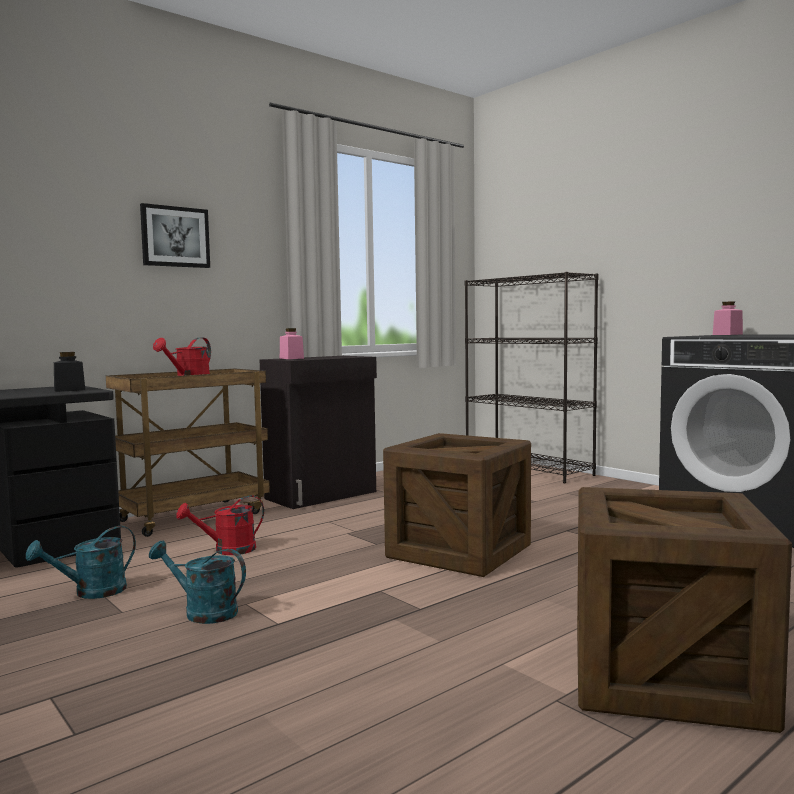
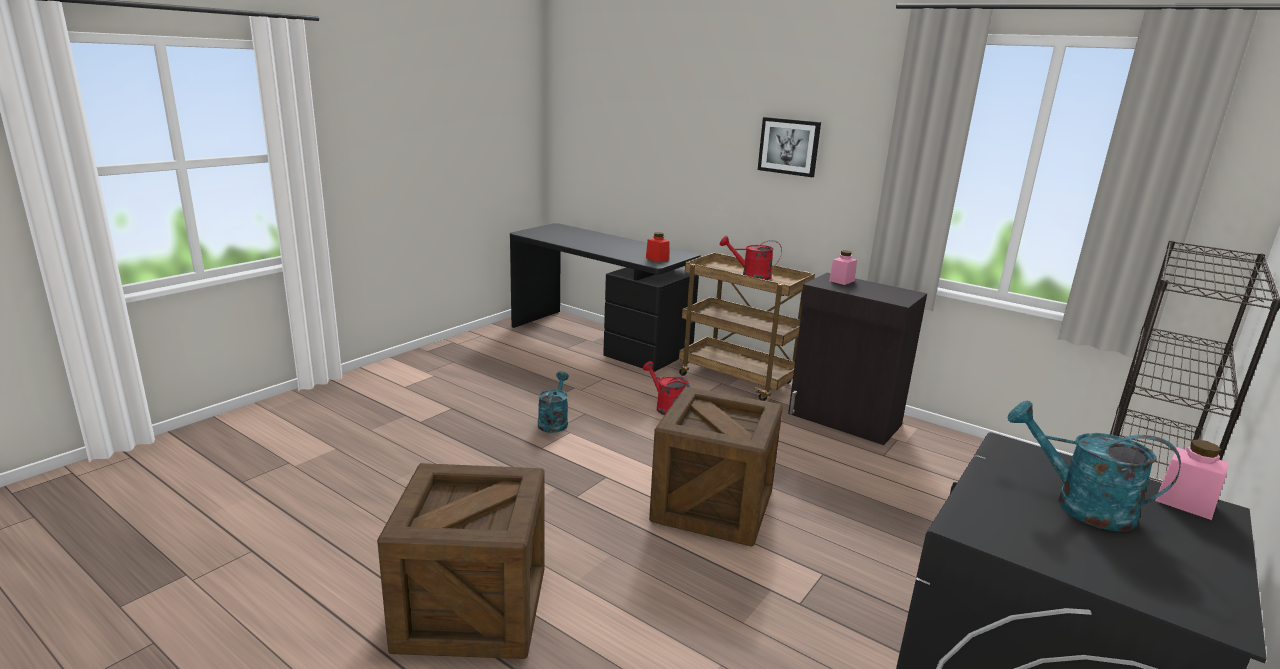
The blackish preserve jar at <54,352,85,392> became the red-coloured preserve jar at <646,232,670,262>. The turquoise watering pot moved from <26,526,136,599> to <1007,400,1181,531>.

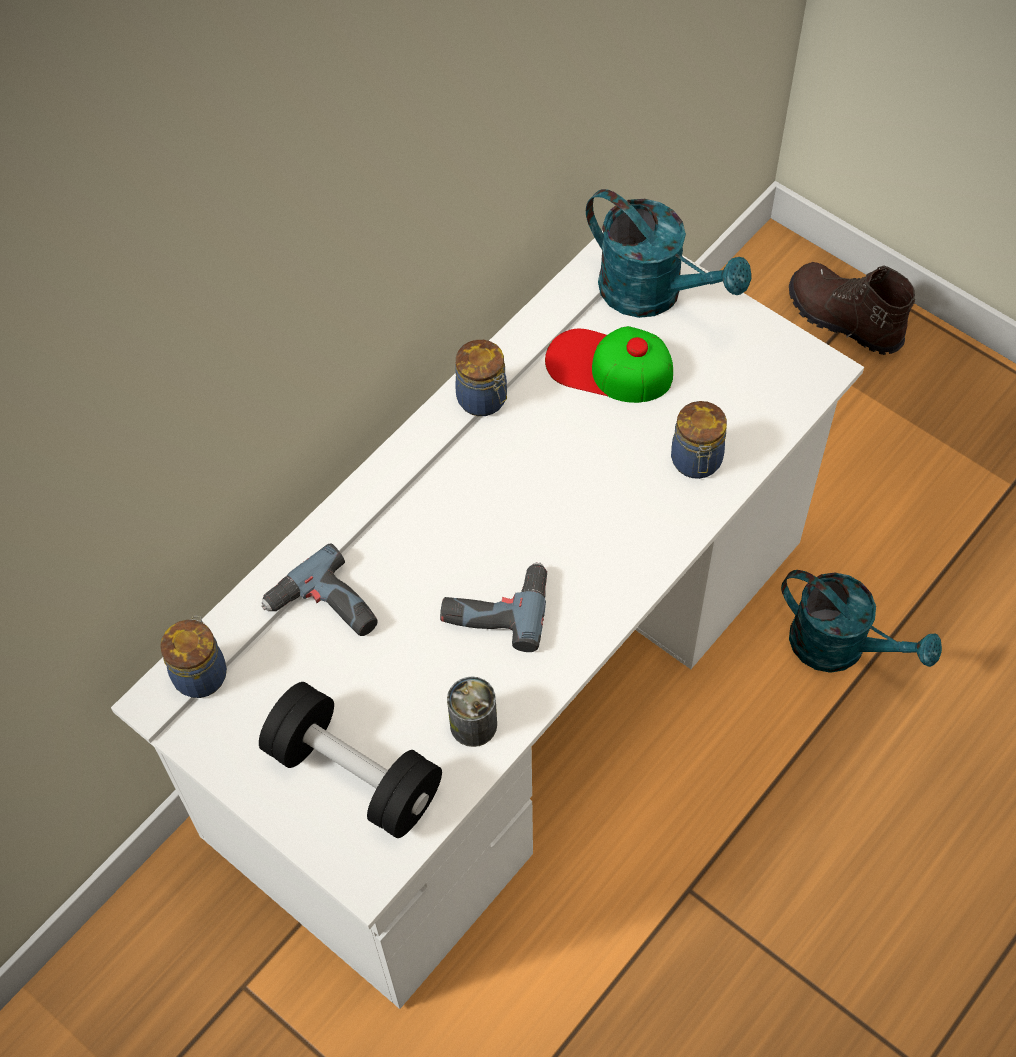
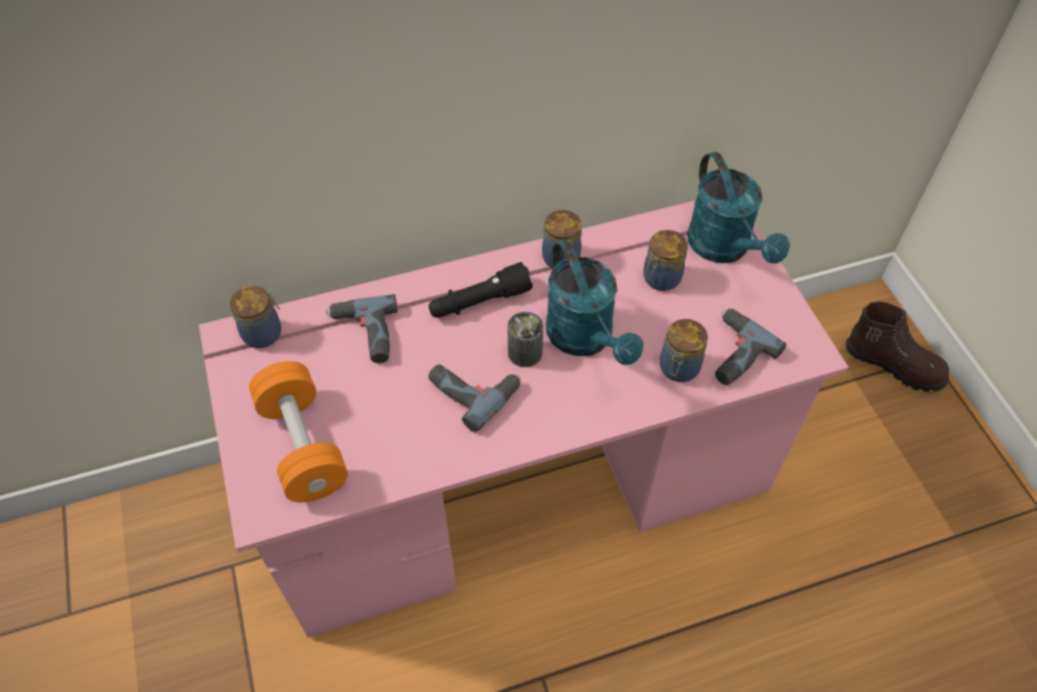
The white desk at <111,230,864,1009> became the pink-coloured desk at <199,200,849,638>. The brownish boot at <789,262,915,355> turned 135 degrees clockwise. The peaked cap at <545,326,673,403> was replaced by the preserve jar at <643,230,688,291>. The turquoise watering pot moved from <781,570,942,673> to <546,240,643,365>. The can moved from <447,676,497,747> to <507,312,543,367>. The blackish free weight at <259,682,442,838> became the orange free weight at <249,361,348,502>. The blackish torch at <429,262,533,318> appeared. The drill at <715,309,787,385> appeared.

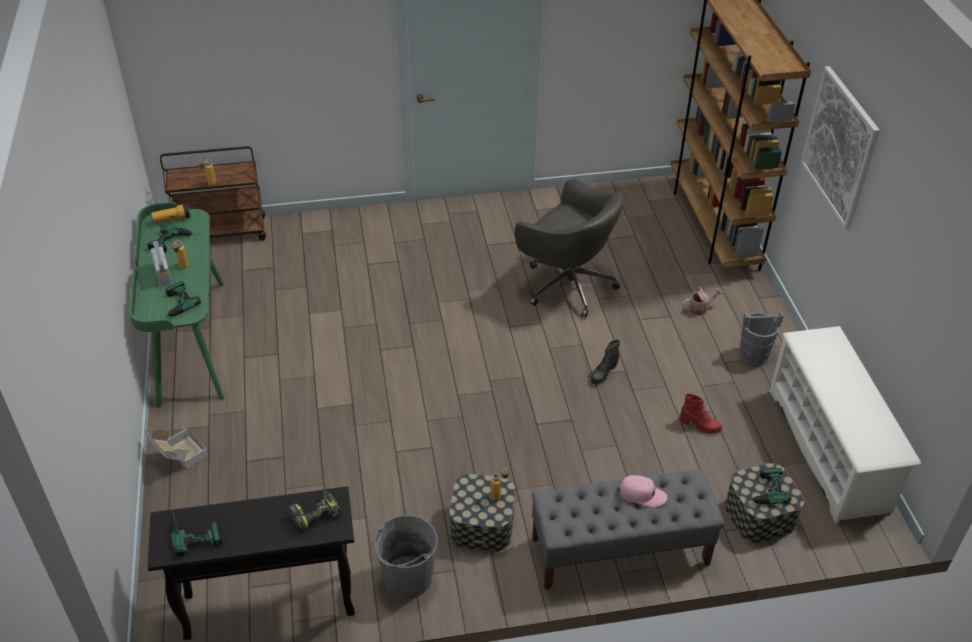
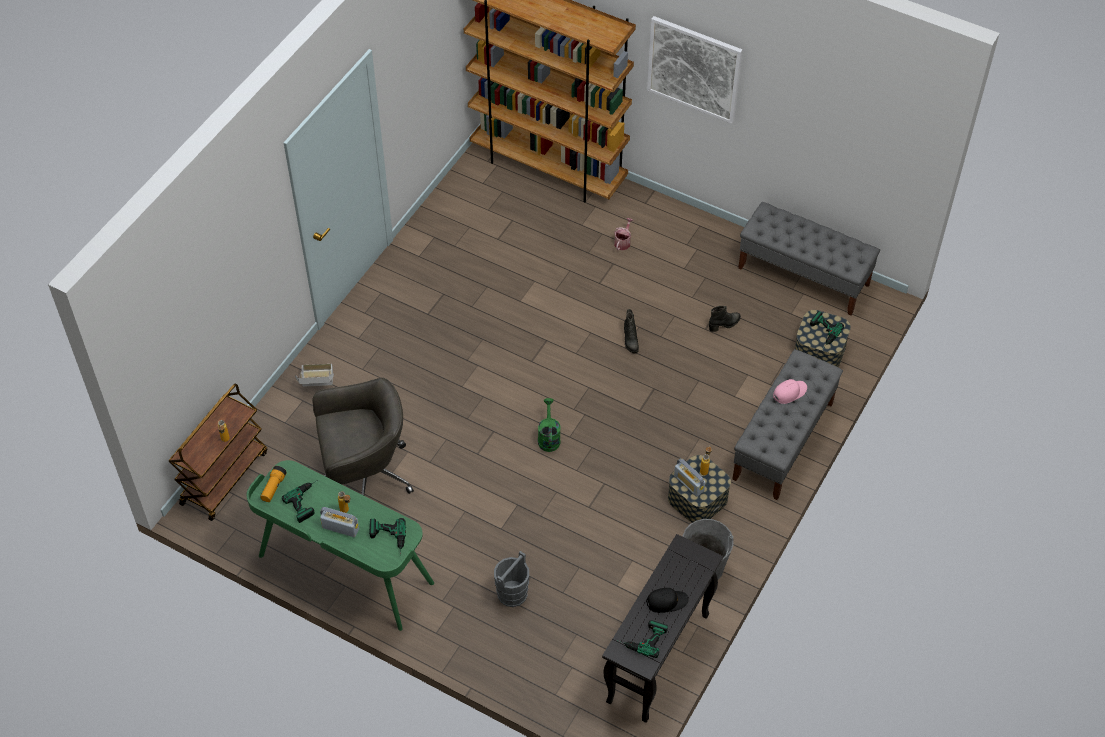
The greyish office chair moved from <515,179,624,317> to <312,377,414,496>. The greyish bucket moved from <739,311,784,366> to <494,551,529,607>. The white shoe stand at <769,326,921,524> was replaced by the greyish long seat at <738,202,880,316>. The red-coloured boot at <680,394,722,433> became the blackish boot at <709,306,741,332>. The cardboard box moved from <145,427,208,469> to <295,364,334,387>. The drill at <288,491,341,532> disappeared. The greenish watering pot at <538,398,561,452> appeared. The radio set at <674,458,705,497> appeared. The blackish peaked cap at <646,588,688,613> appeared.

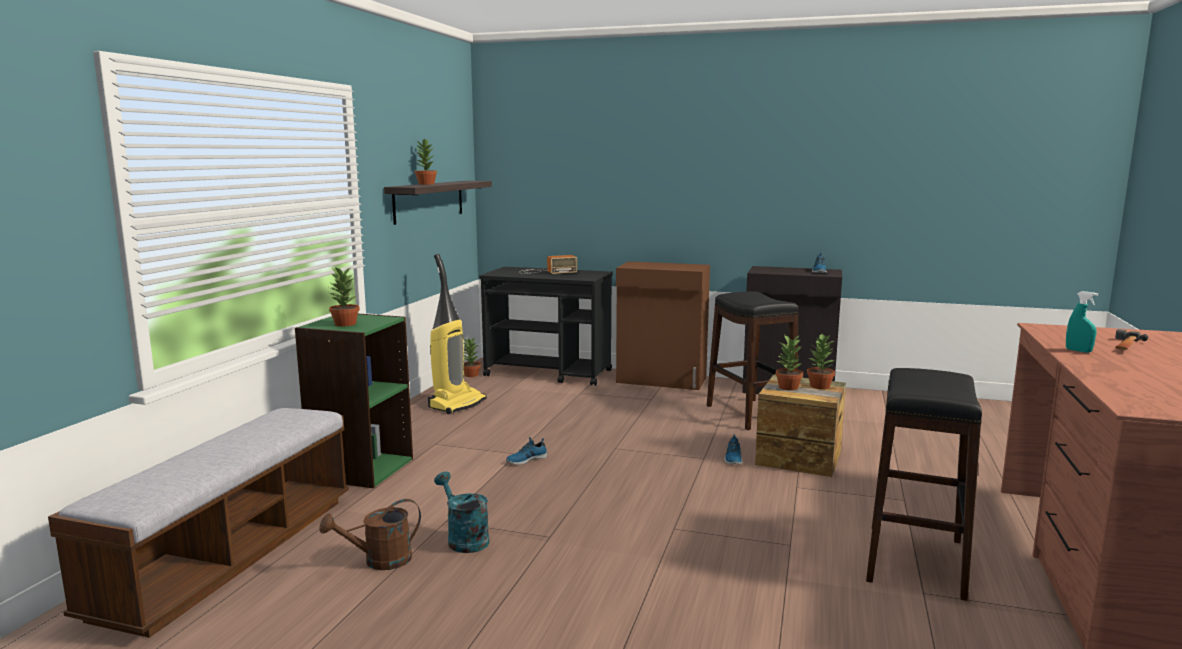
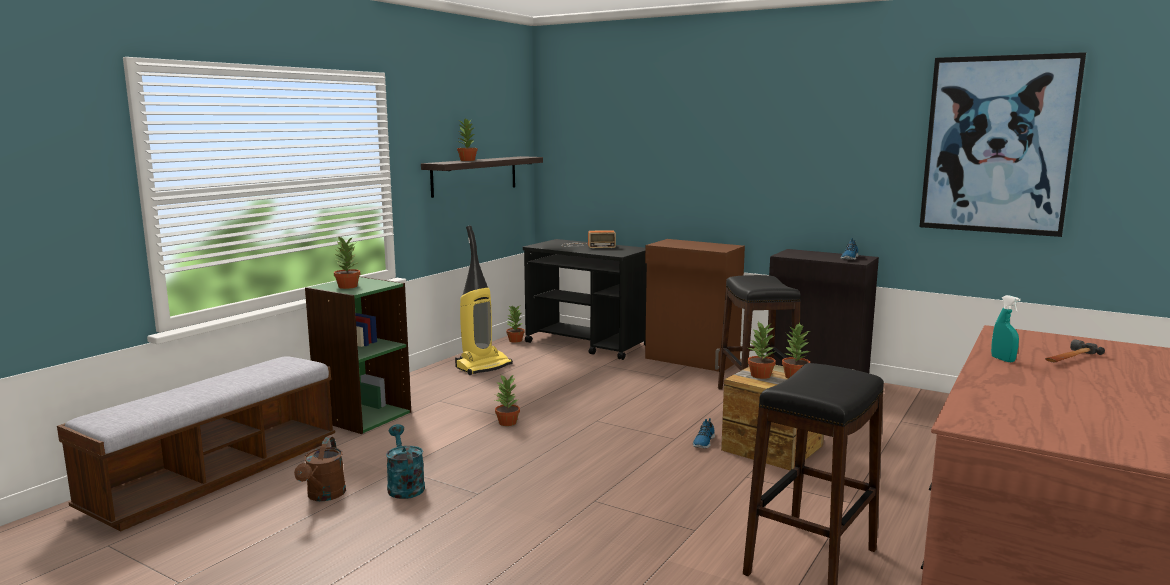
The item of footwear at <506,437,548,465> was replaced by the potted plant at <495,375,520,426>. The brownish watering pot at <319,499,421,570> turned 75 degrees counterclockwise. The wall picture at <920,52,1086,237> appeared.

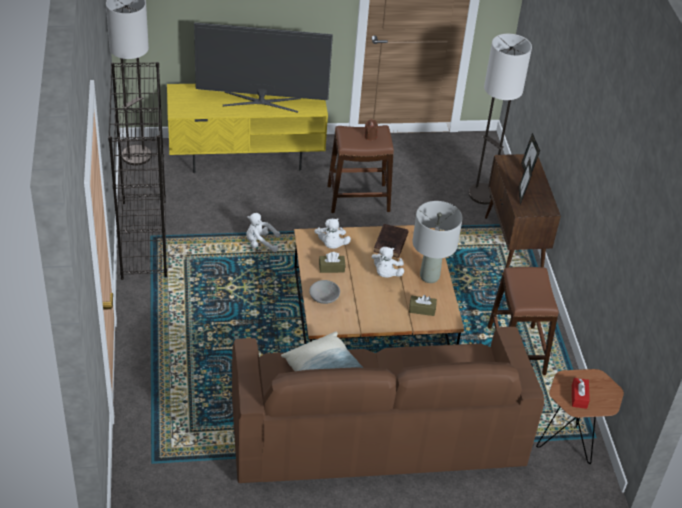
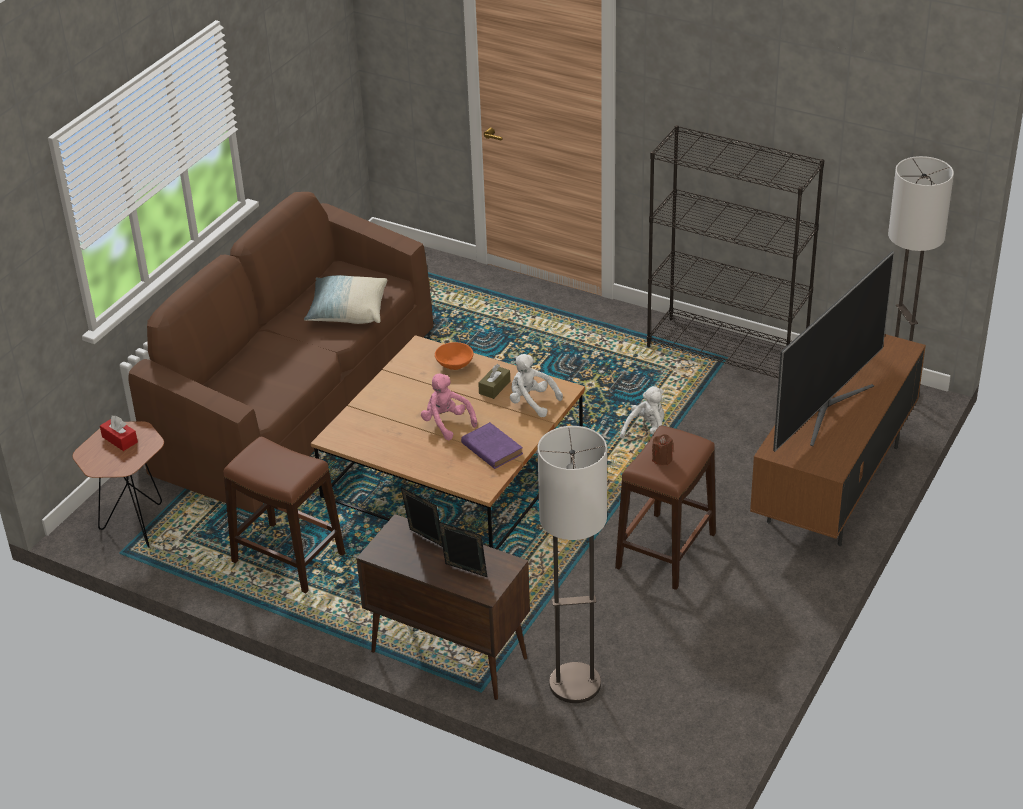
The yellow-coloured tv unit at <167,84,328,173> became the brownish tv unit at <750,334,926,546>. The greyish lamp for a table at <412,201,463,283> disappeared. The brownish bound book at <373,224,409,258> became the purple-coloured bound book at <461,422,523,469>. The white plush toy at <371,247,404,278> became the pink-coloured plush toy at <421,374,477,440>. The greyish serving bowl at <309,280,340,304> became the orange serving bowl at <435,342,473,370>. The brownish tissue holder at <409,295,437,316> disappeared.

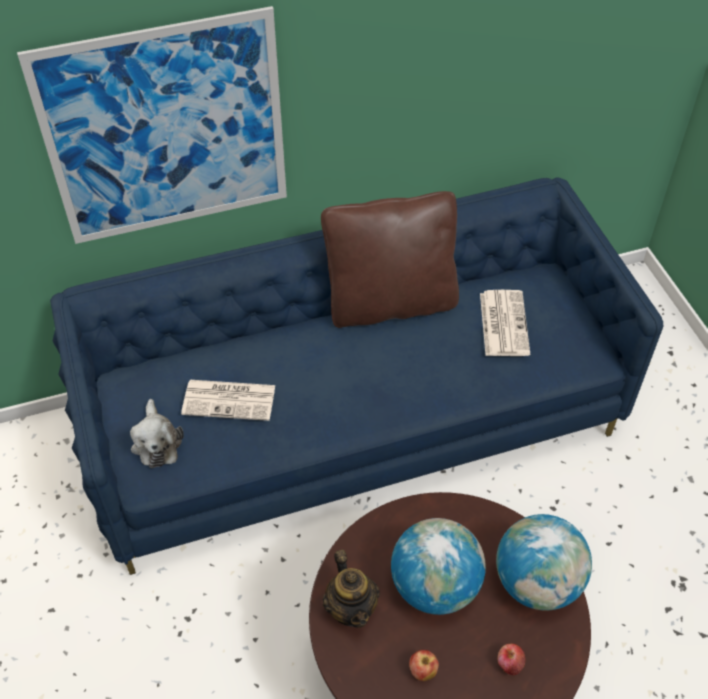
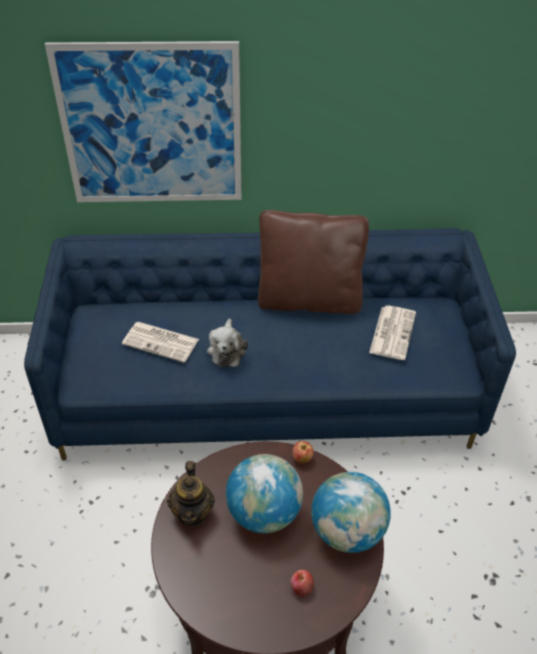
The plush toy moved from <130,399,184,468> to <207,319,248,367>. The apple fruit moved from <409,650,439,681> to <292,441,314,464>.

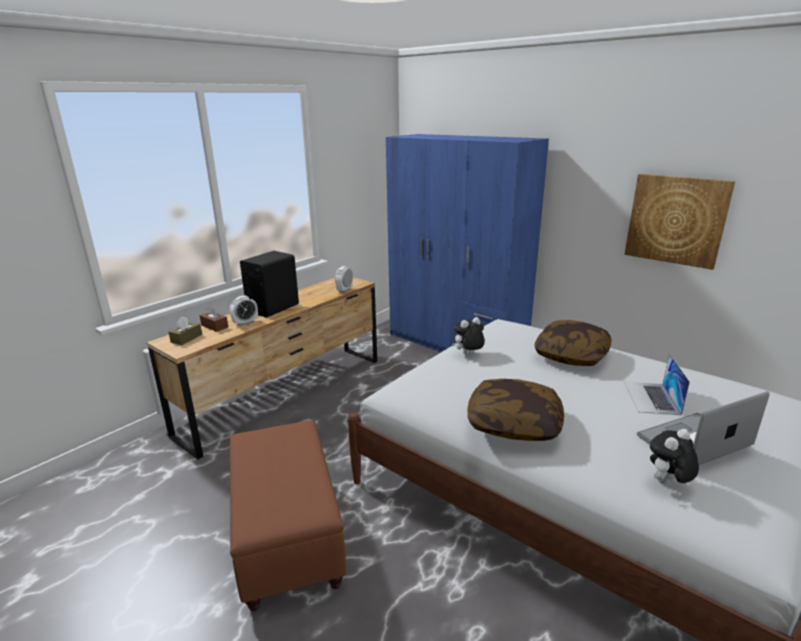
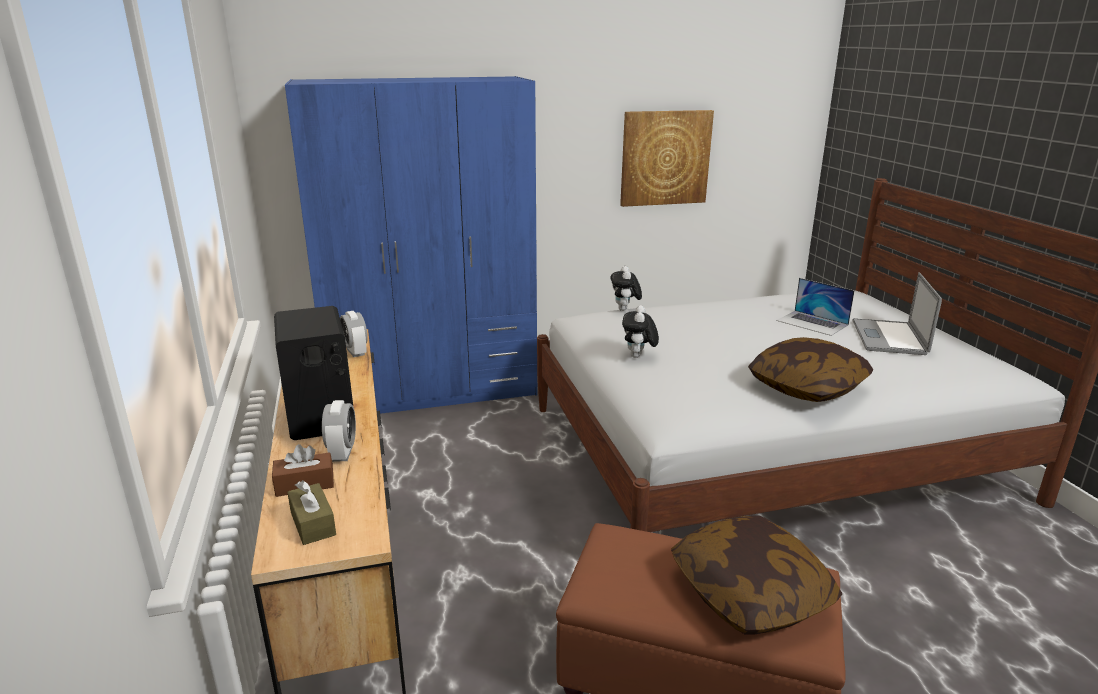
The pillow moved from <534,320,612,366> to <671,515,843,635>. The plush toy moved from <650,429,699,484> to <610,266,642,311>.

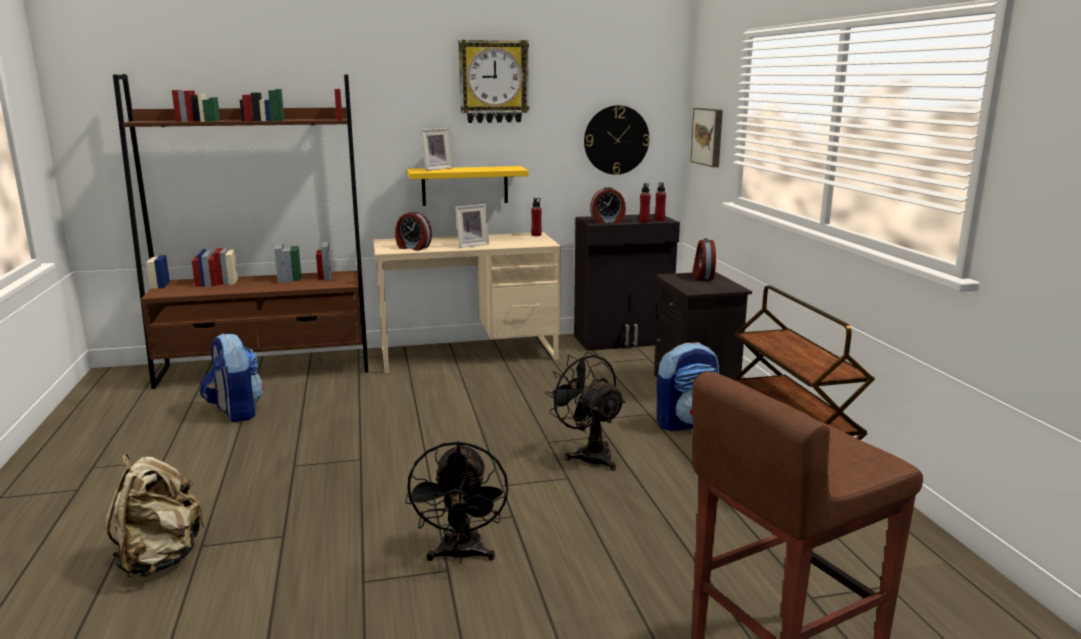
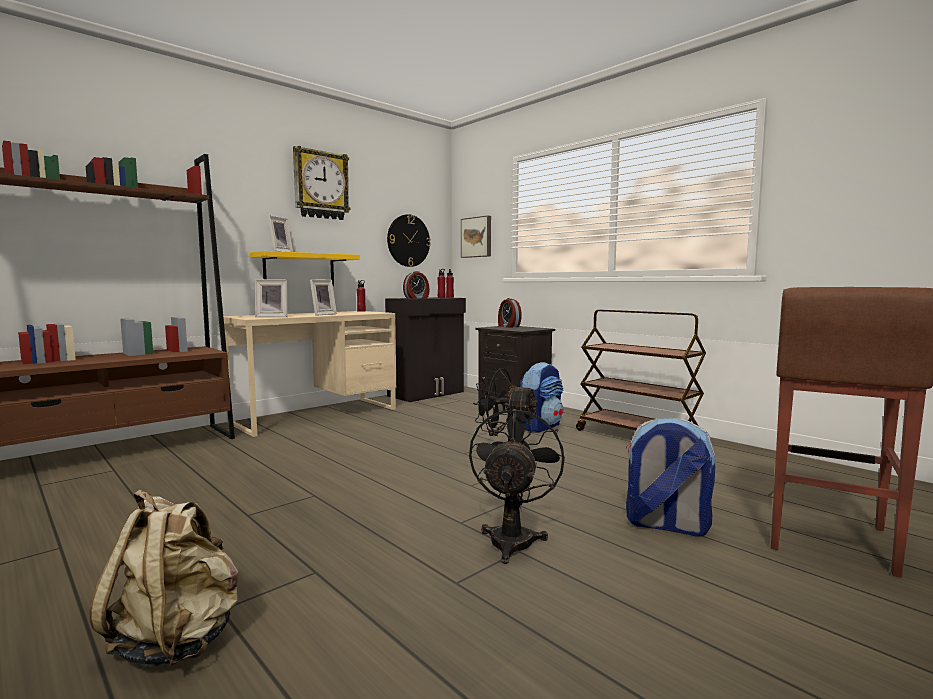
The table clock at <395,211,432,250> was replaced by the standing frame at <255,279,287,317>. The knapsack moved from <200,333,264,422> to <626,418,715,536>. The blackish electric fan at <405,441,508,563> turned 135 degrees counterclockwise.

